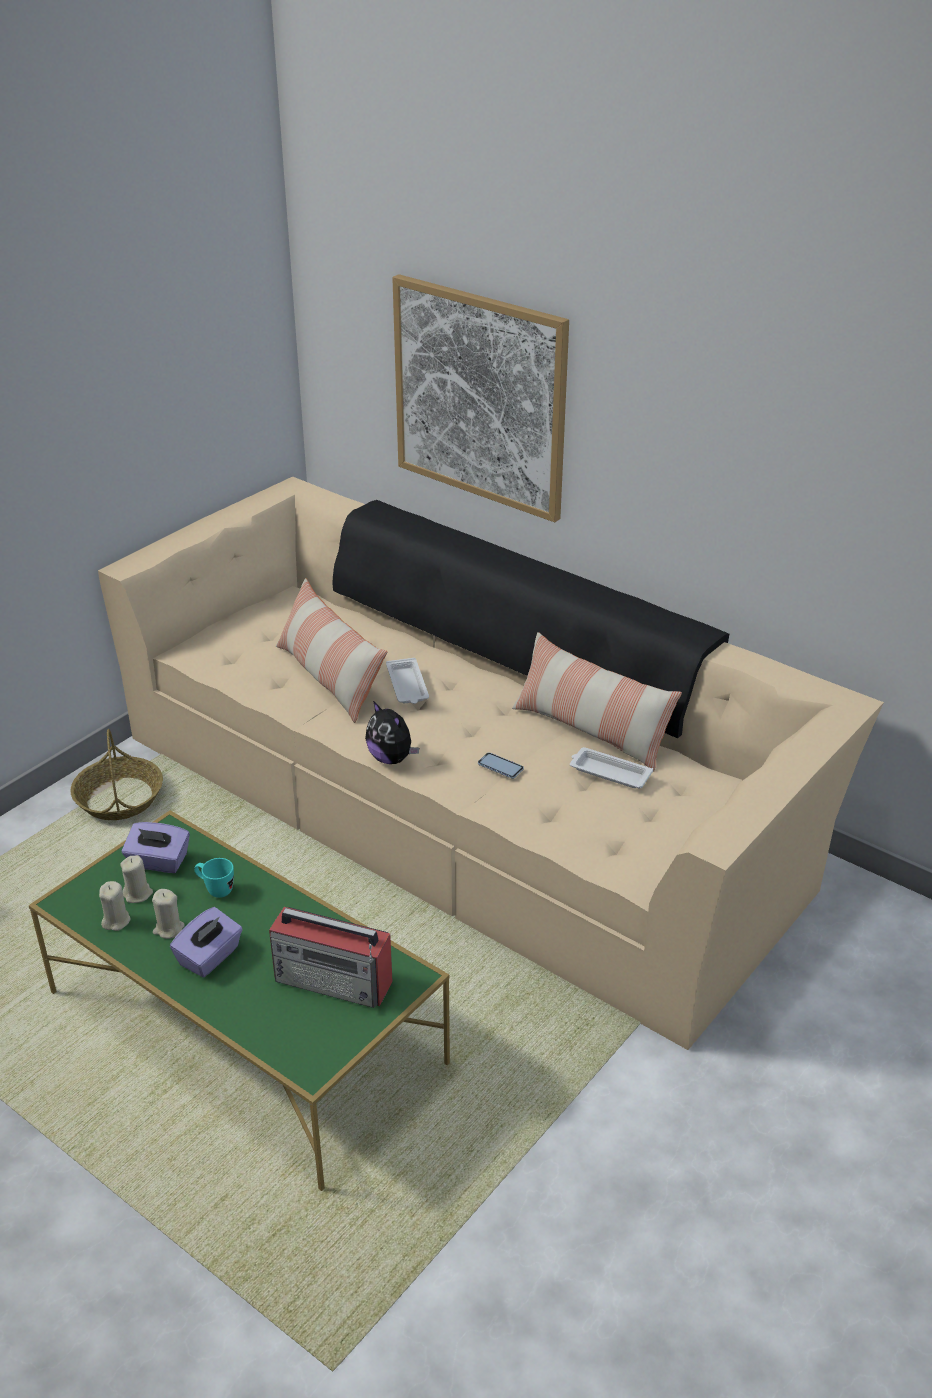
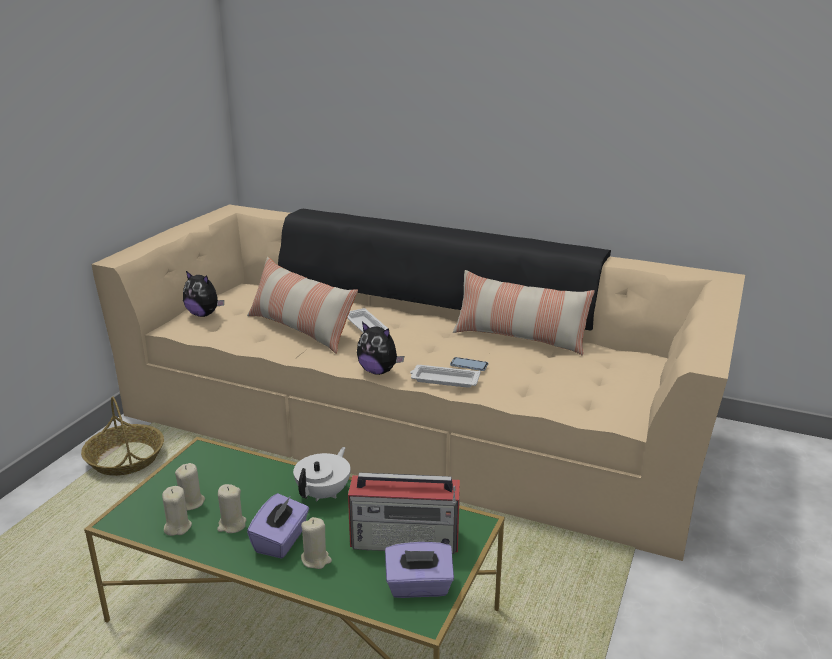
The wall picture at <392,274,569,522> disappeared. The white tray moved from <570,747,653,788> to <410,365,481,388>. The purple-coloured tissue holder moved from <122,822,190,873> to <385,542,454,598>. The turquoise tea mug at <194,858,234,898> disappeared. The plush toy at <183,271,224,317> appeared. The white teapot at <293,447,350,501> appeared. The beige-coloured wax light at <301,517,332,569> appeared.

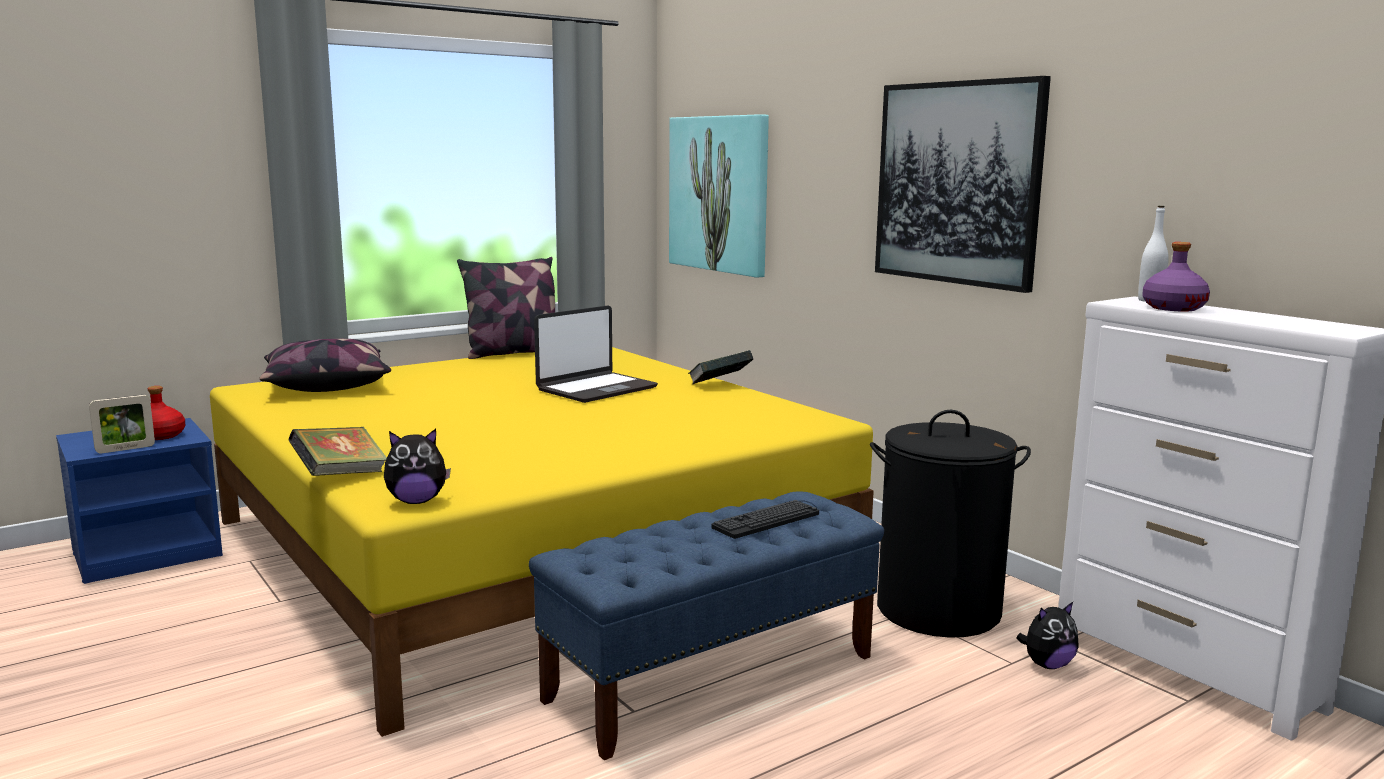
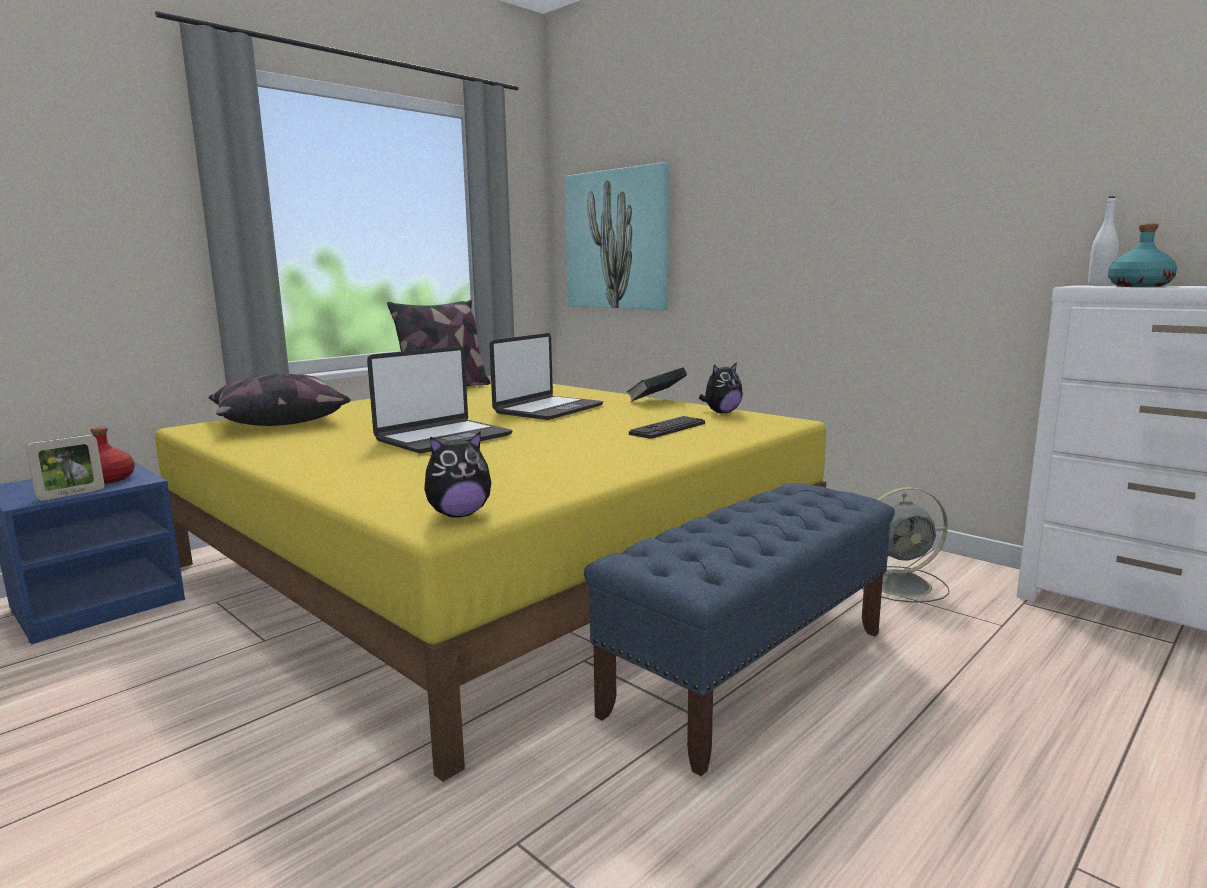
The wall picture at <875,76,1051,293> disappeared. The purple-coloured beverage bottle at <1142,242,1210,311> became the turquoise beverage bottle at <1108,223,1177,287>. The blackish washing basket at <870,410,1031,638> was replaced by the greyish electric fan at <862,487,949,603>. The bound book at <288,427,387,476> disappeared. The PC keyboard moved from <711,500,819,539> to <629,416,705,439>. The plush toy moved from <1016,602,1079,669> to <699,362,743,413>. The laptop at <367,346,512,454> appeared.

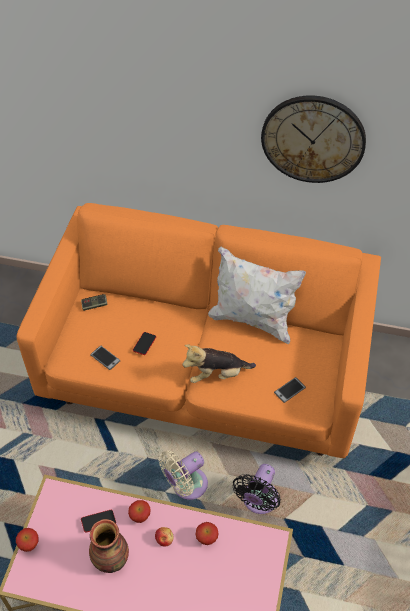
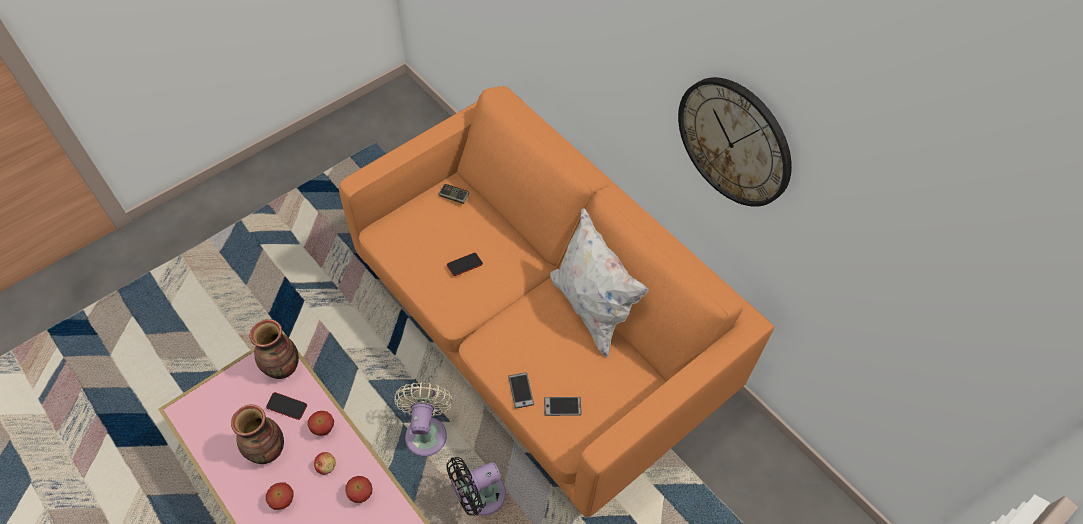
The plush toy at <183,344,256,383> disappeared. The handset moved from <90,346,120,370> to <508,372,534,409>. The beige-coloured electric fan at <159,451,208,500> turned 90 degrees clockwise. The apple fruit moved from <16,528,39,552> to <266,482,294,510>. The vase at <250,319,299,379> appeared.

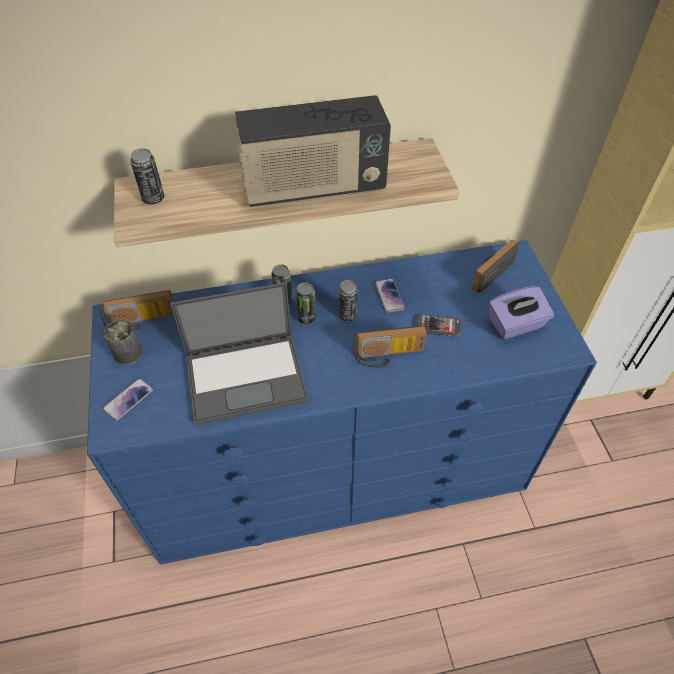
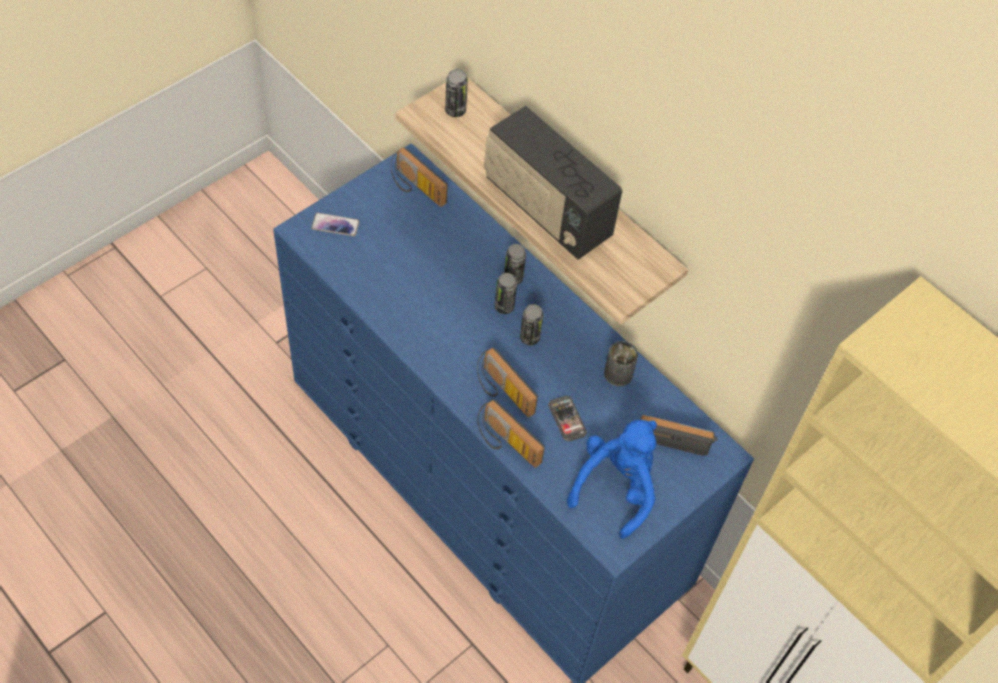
The handset at <375,278,405,313> disappeared. The laptop at <170,282,308,425> disappeared. The purple-coloured tissue holder at <489,286,554,339> was replaced by the bluish plush toy at <567,420,657,539>. The can moved from <104,320,142,365> to <604,341,638,386>. The radio set at <478,400,545,467> appeared.

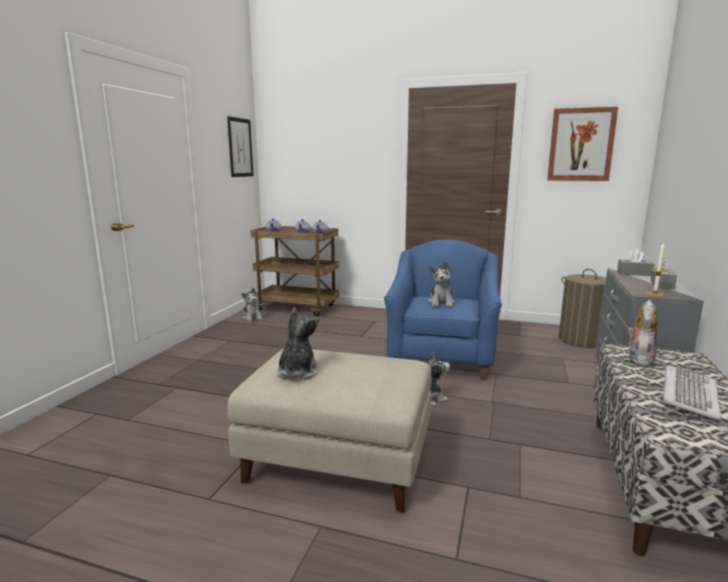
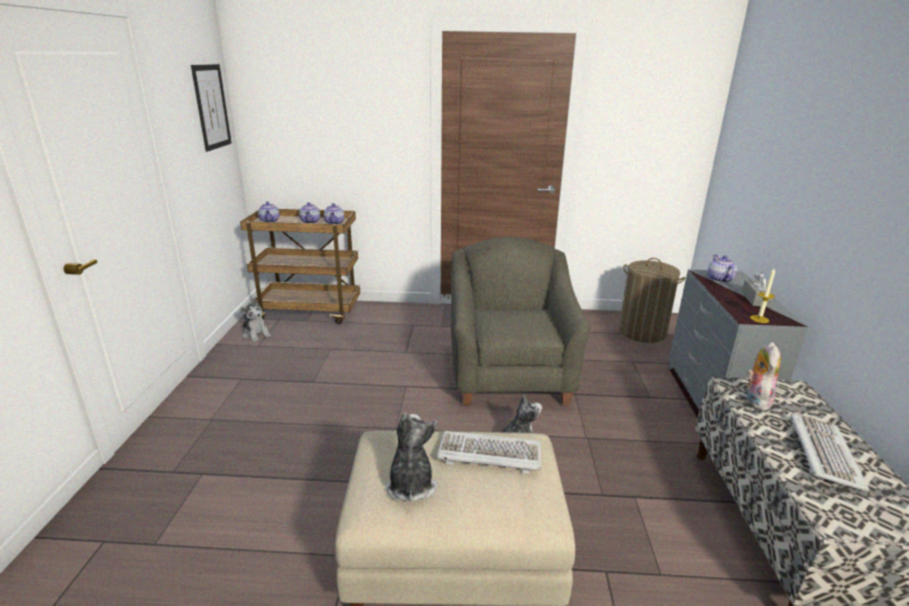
The wall picture at <547,107,618,181> disappeared. The bluish armchair at <384,239,502,380> became the greyish armchair at <451,237,591,406>. The greyish tissue holder at <617,249,654,276> was replaced by the teapot at <707,254,737,283>. The plush toy at <428,262,455,307> disappeared. The PC keyboard at <436,431,541,474> appeared.

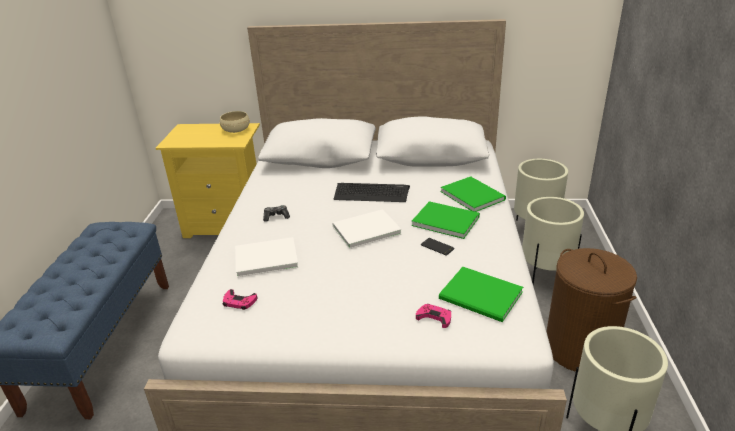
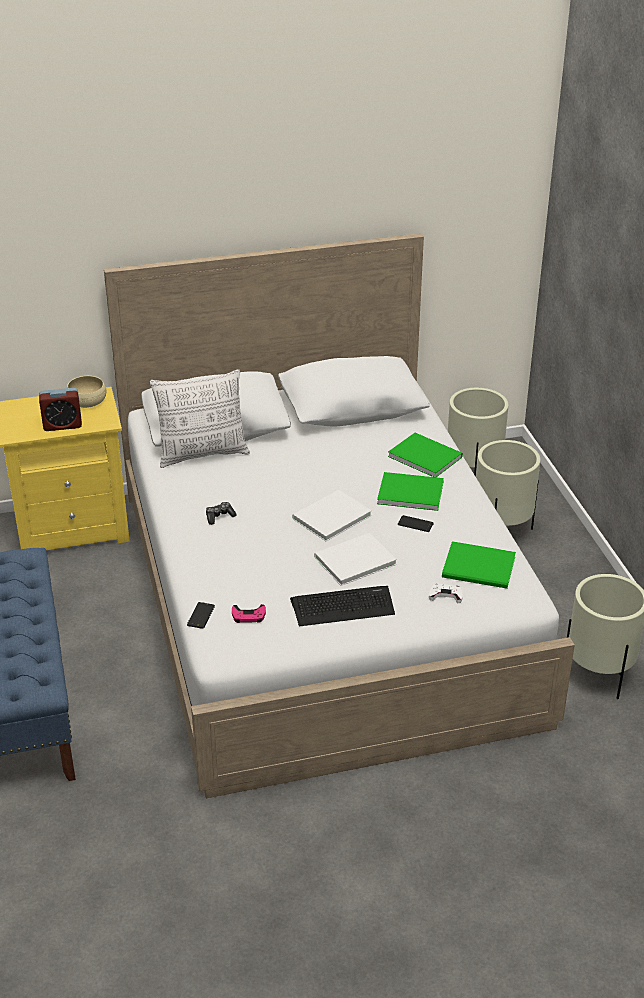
The PC keyboard moved from <334,183,410,202> to <290,586,395,627>. The white bound book moved from <235,237,299,277> to <314,533,397,586>. The brownish washing basket at <546,248,637,372> disappeared. The pink-coloured joypad at <416,304,451,328> became the white joypad at <429,584,463,603>. The pillow at <150,369,250,468> appeared. The table clock at <39,388,82,431> appeared. The handset at <187,602,215,629> appeared.

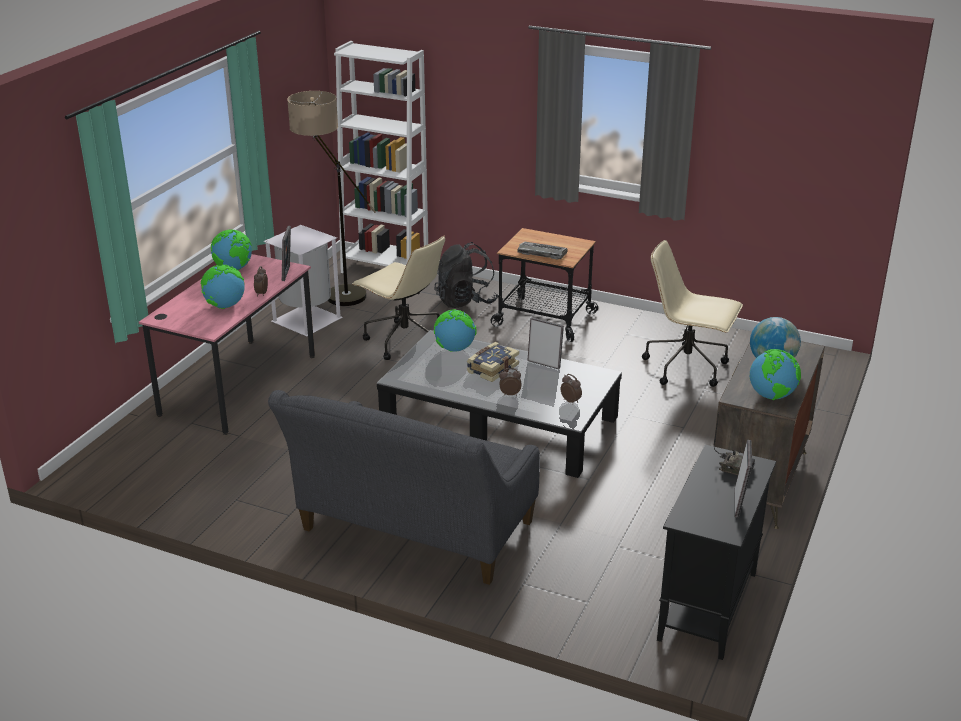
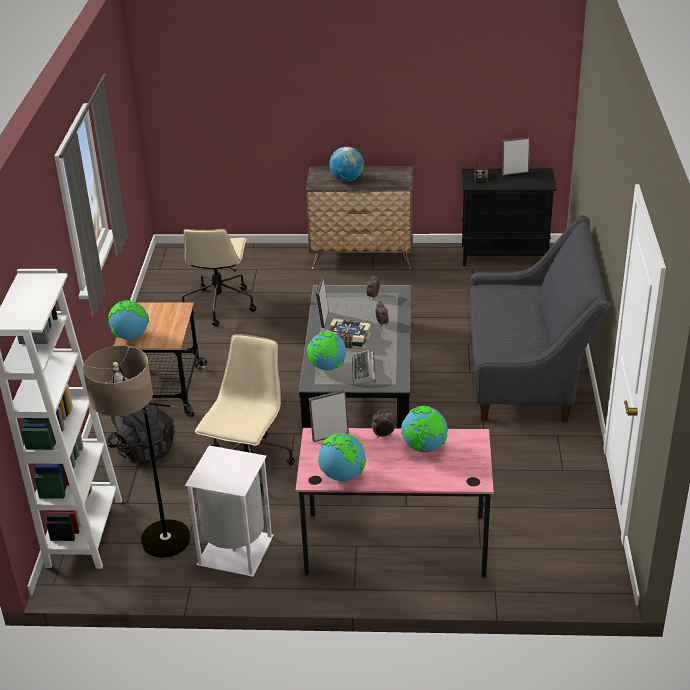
The PC keyboard moved from <518,242,568,260> to <352,350,376,385>. The globe moved from <750,349,801,400> to <108,300,149,340>.

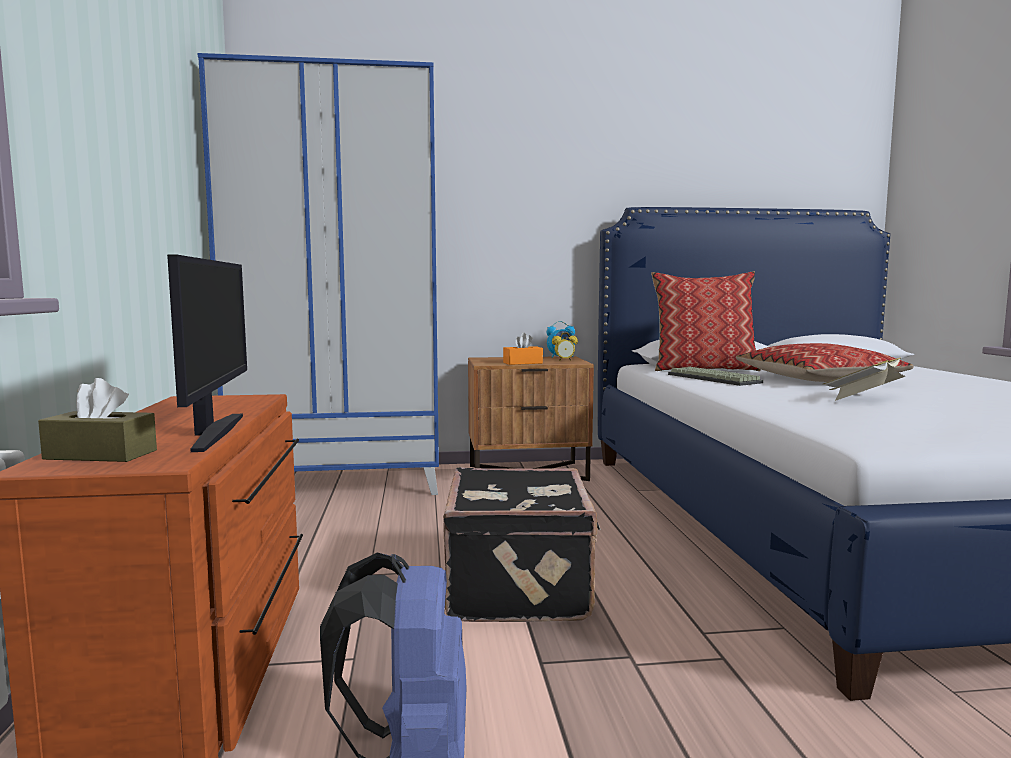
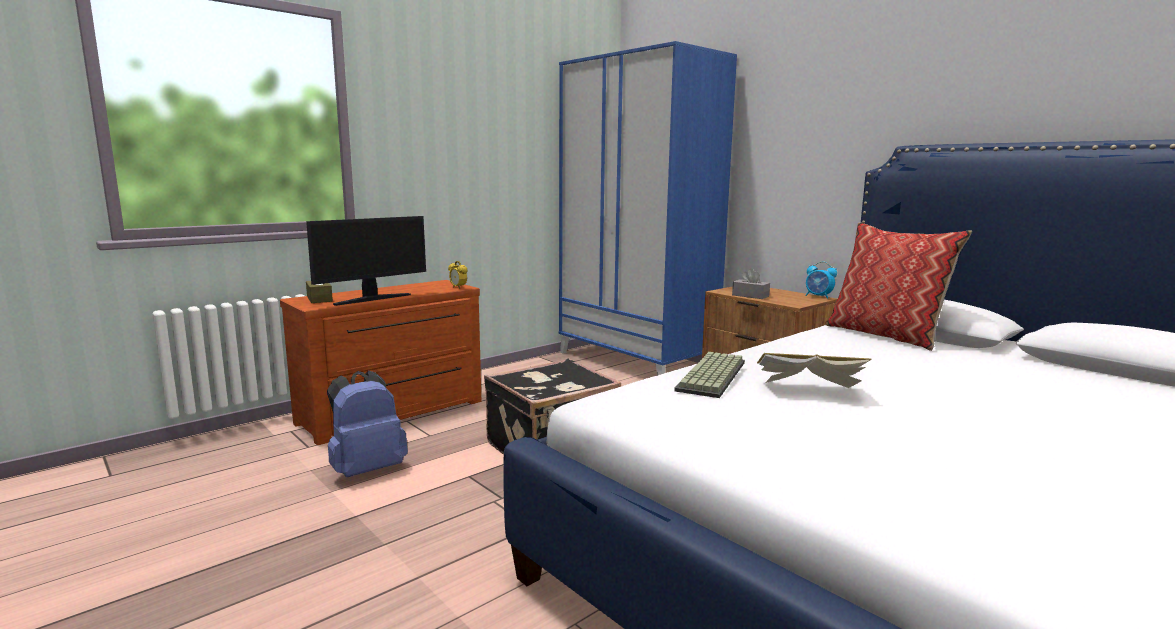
The table clock moved from <552,332,578,361> to <448,261,468,289>. The orange tissue holder at <503,333,543,365> became the greyish tissue holder at <732,269,770,299>. The pillow at <736,343,914,382> disappeared. The PC keyboard moved from <668,367,763,386> to <674,352,745,398>.

